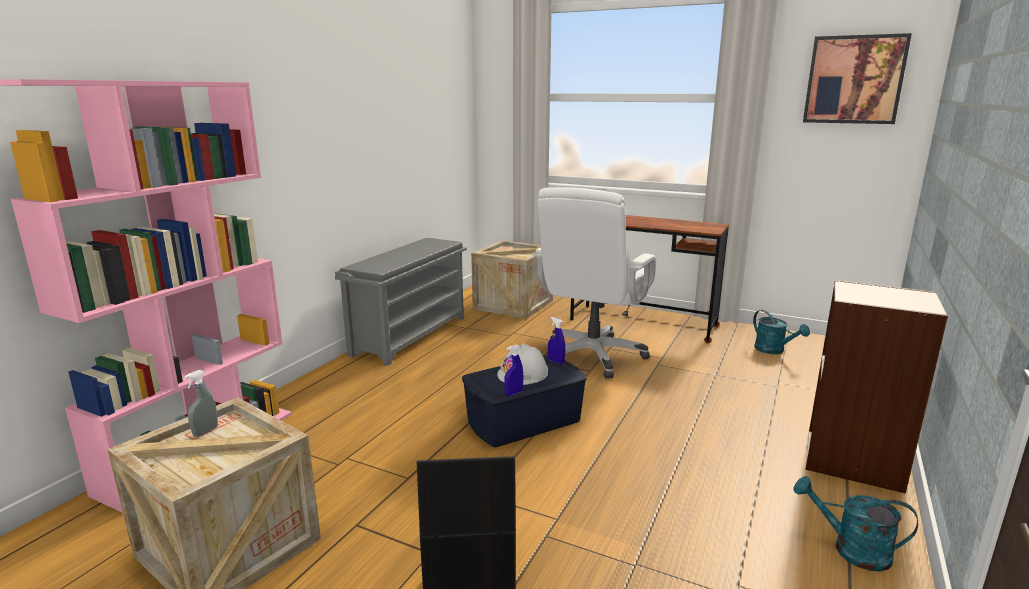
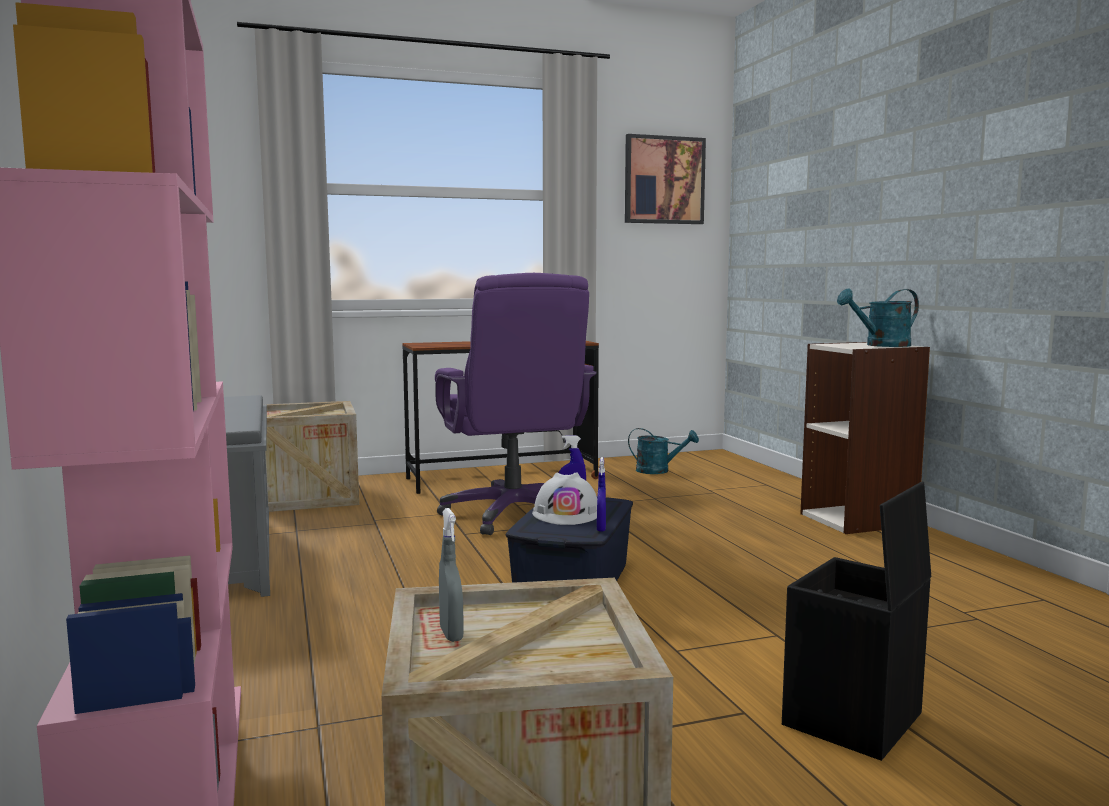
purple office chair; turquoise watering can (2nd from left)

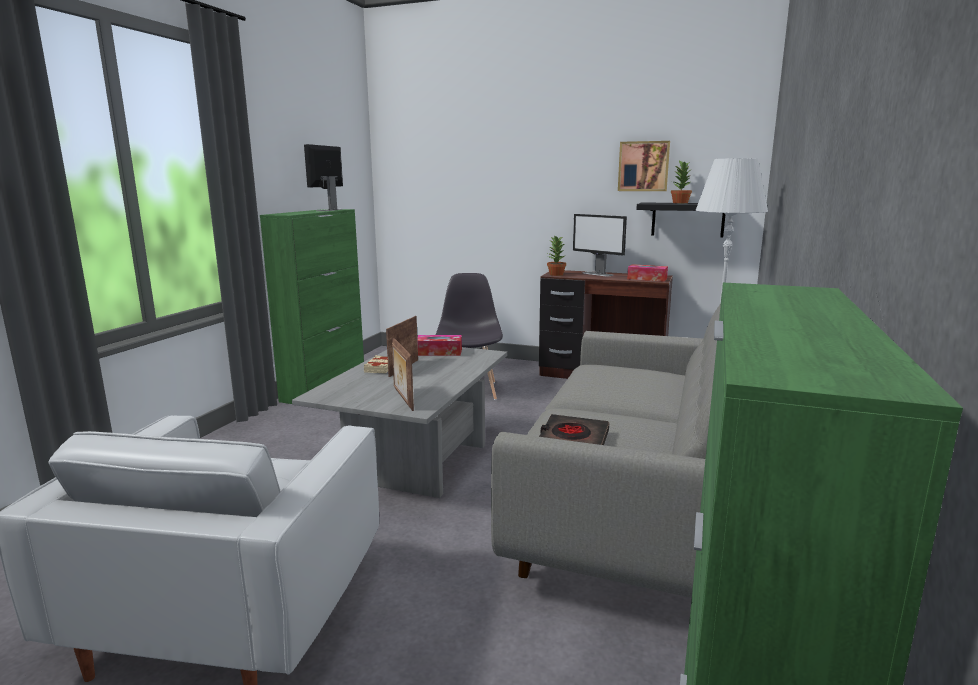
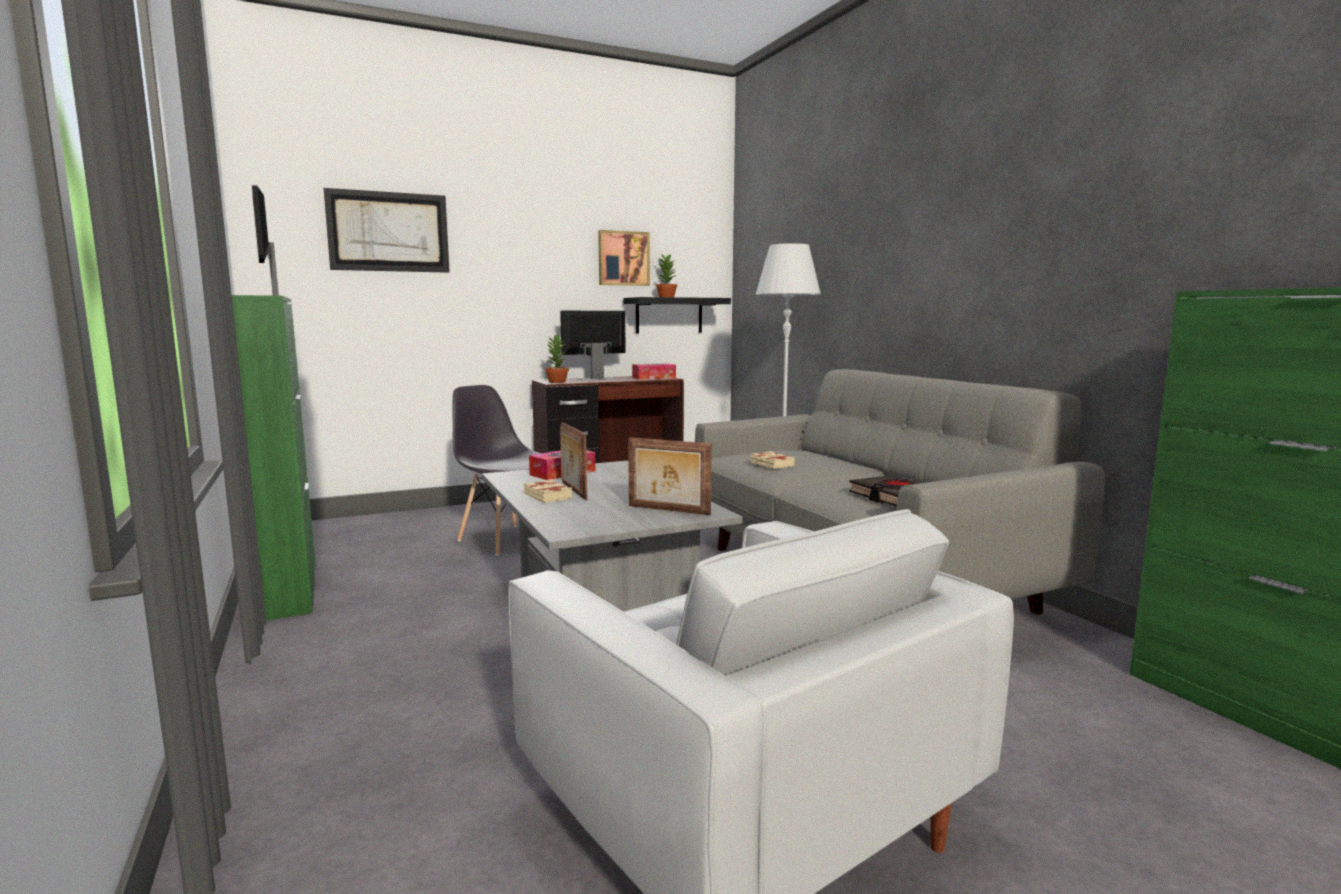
monitor (2nd from left); picture (1st from left); beige book (2nd from left)

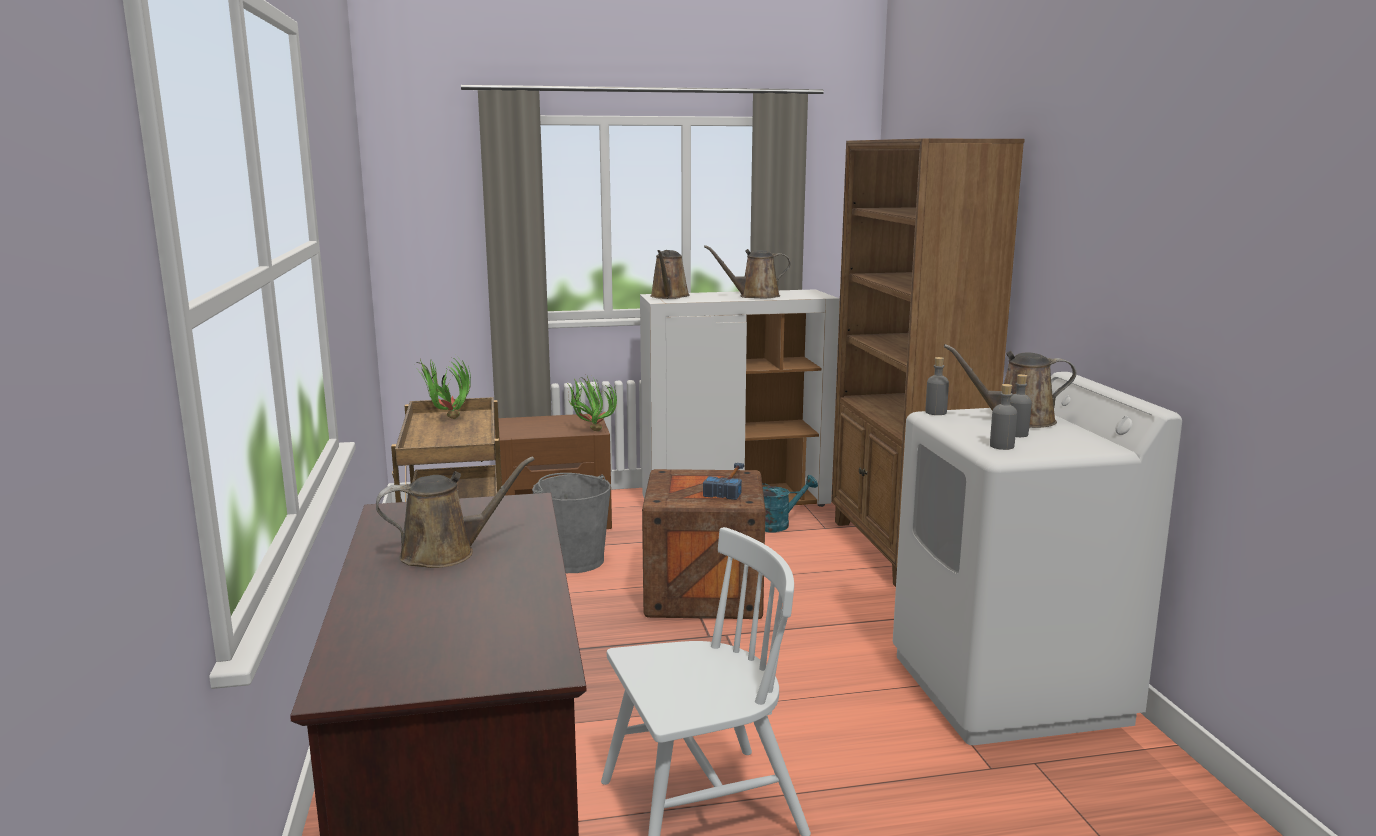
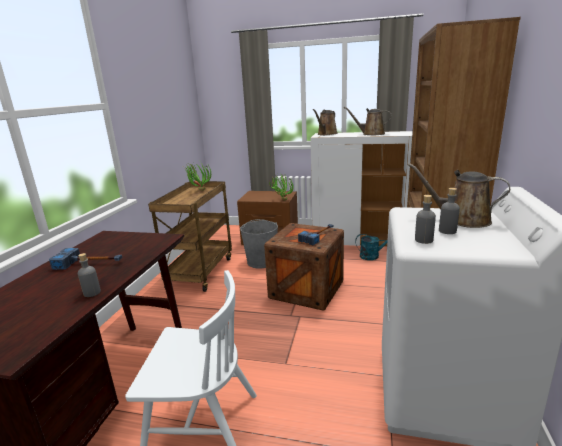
hammer (1st from left); grey bottle (1st from left)

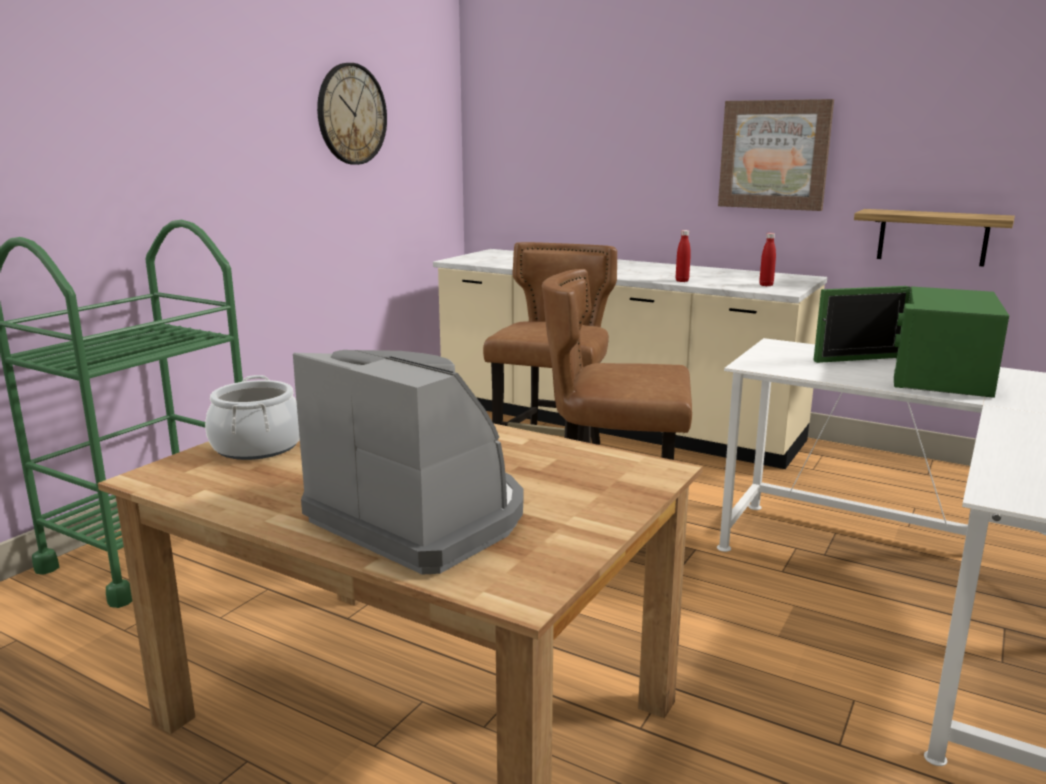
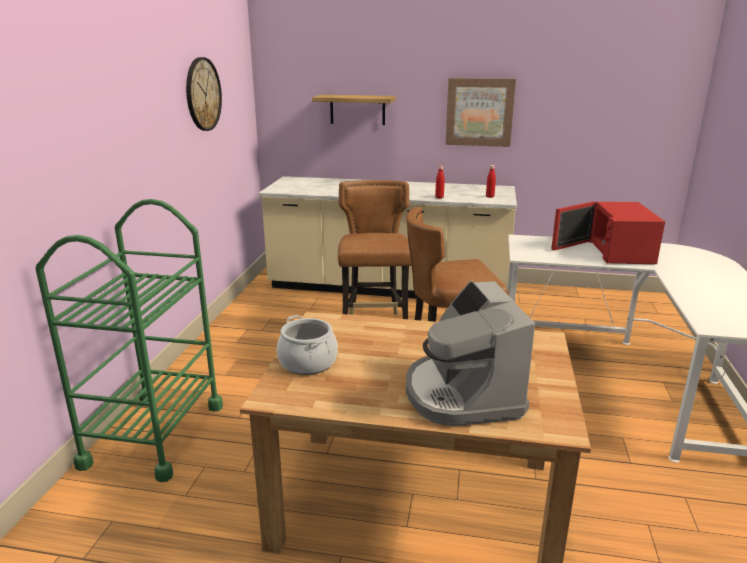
coffee machine; red microwave; shelf

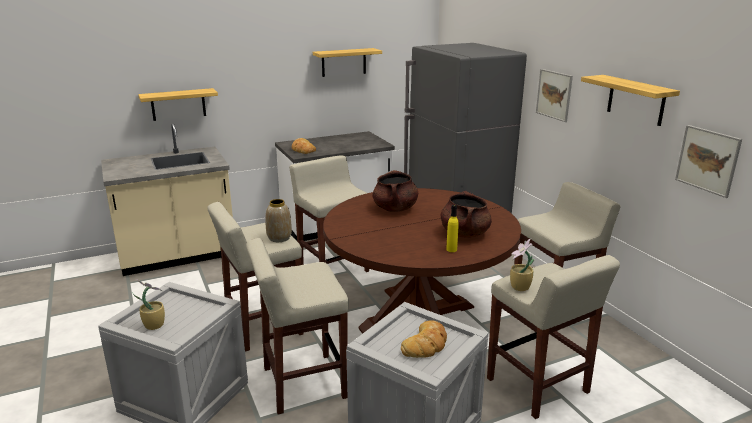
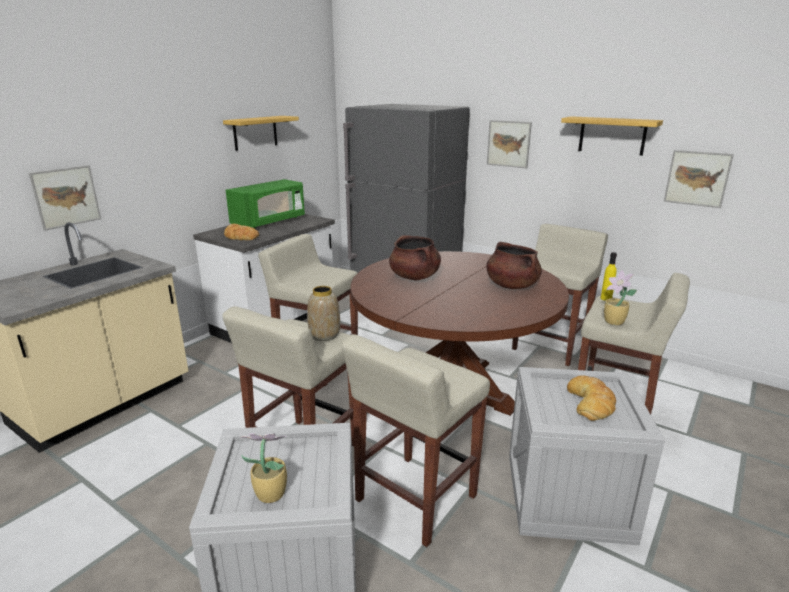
picture (1st from left); yellow bottle; green microwave

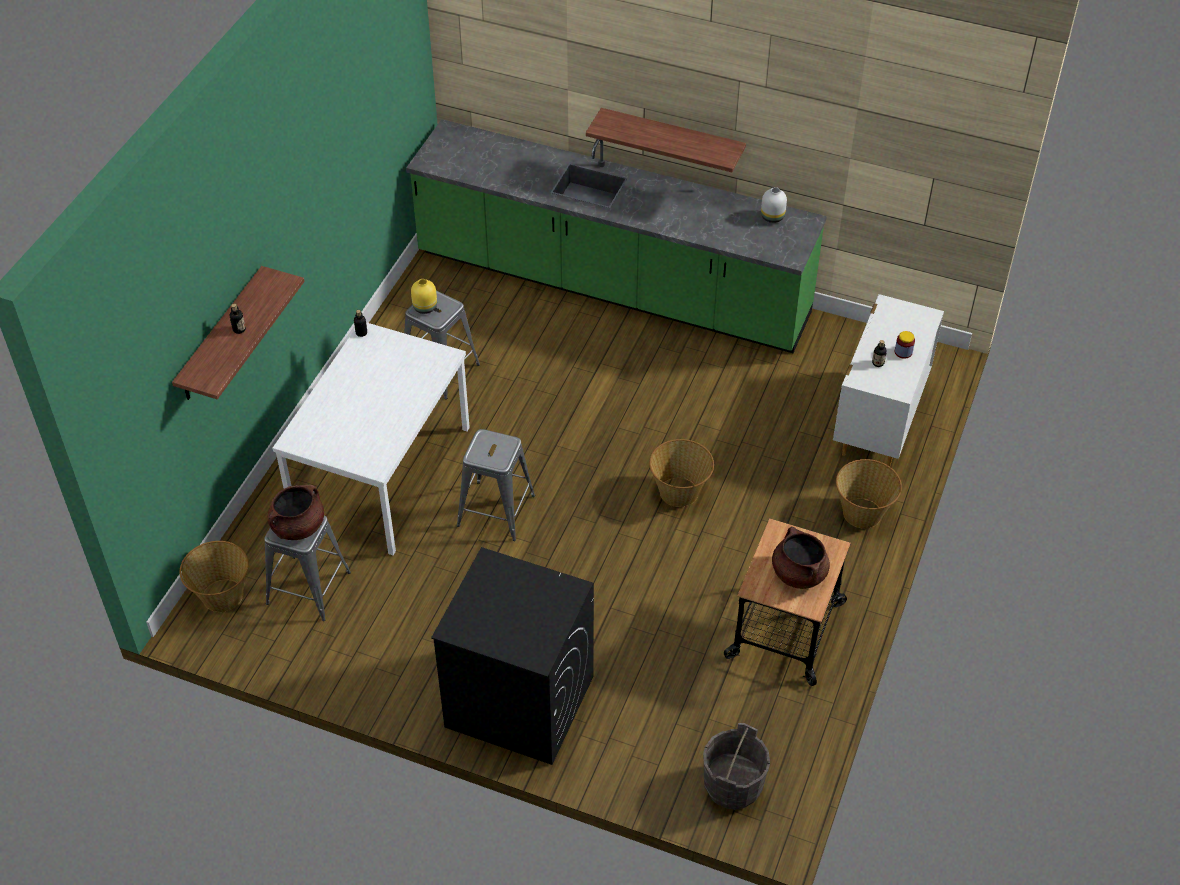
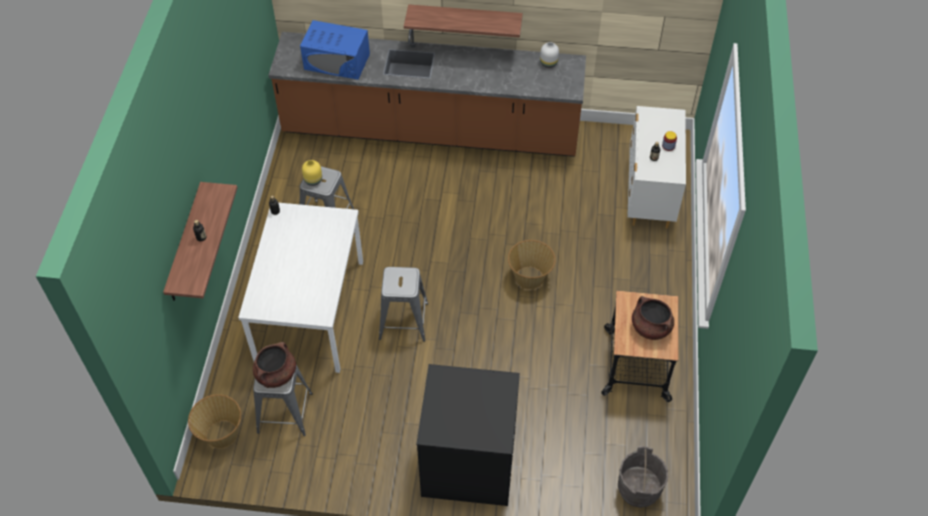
brown counter; basket (3rd from left in the first image); blue microwave

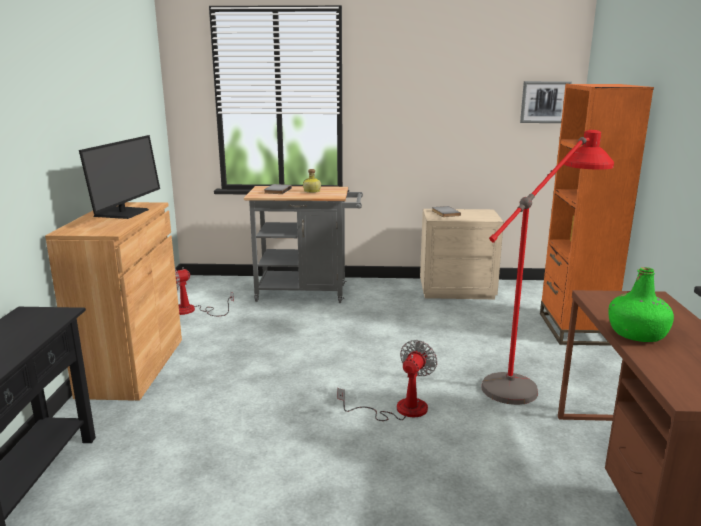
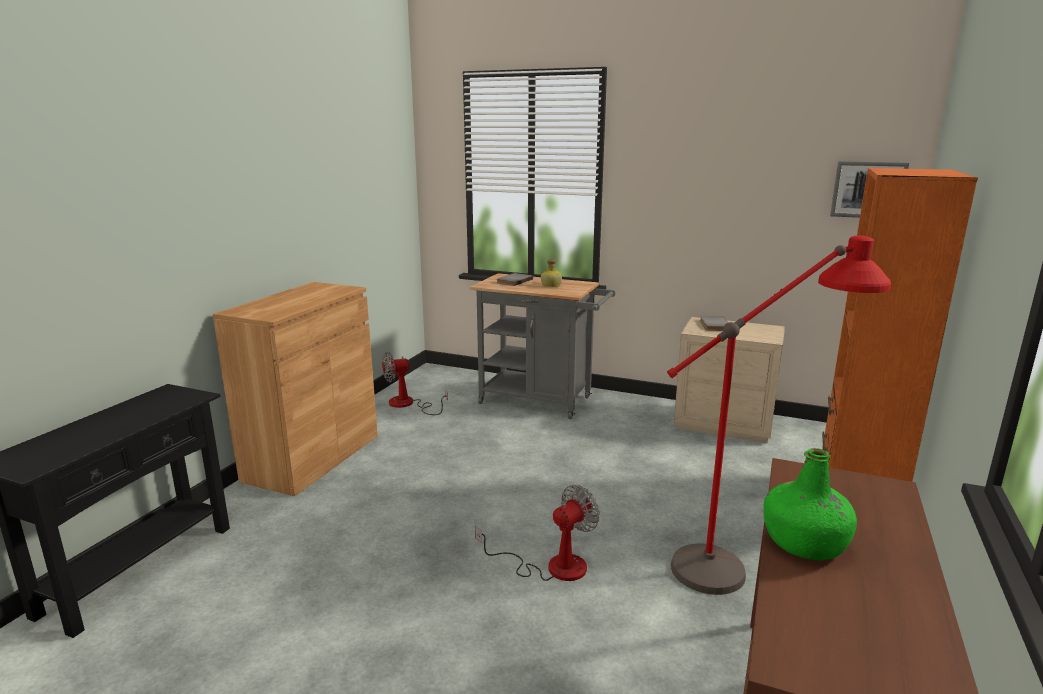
monitor

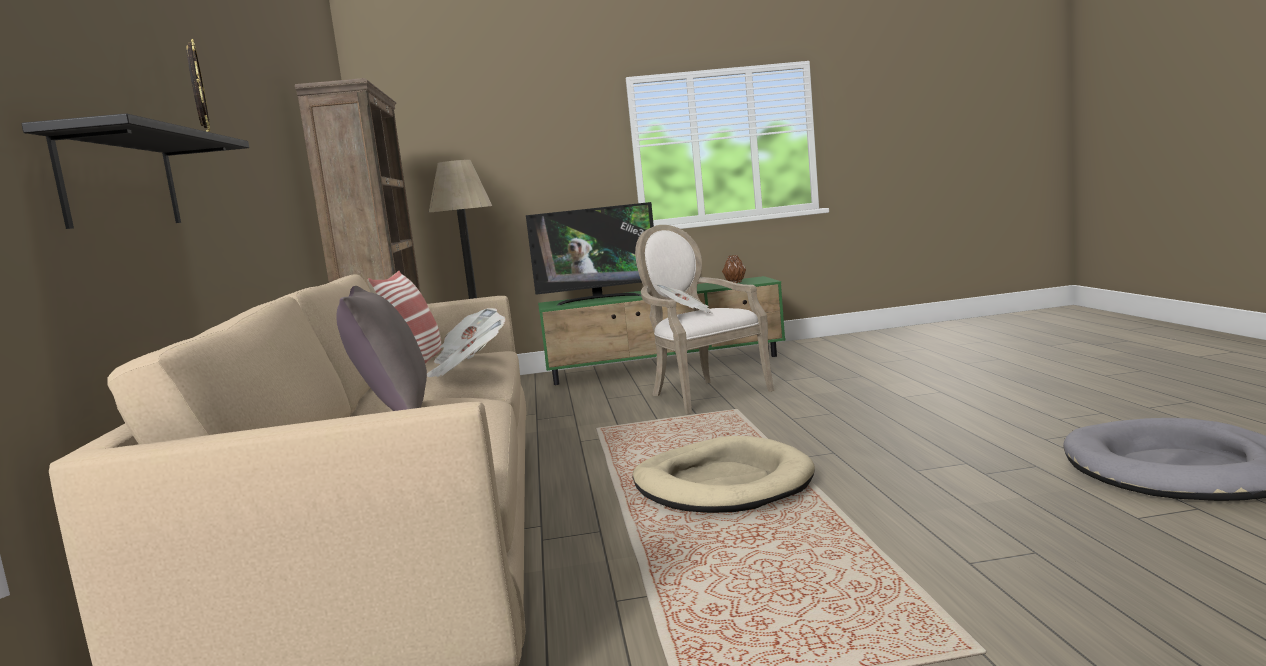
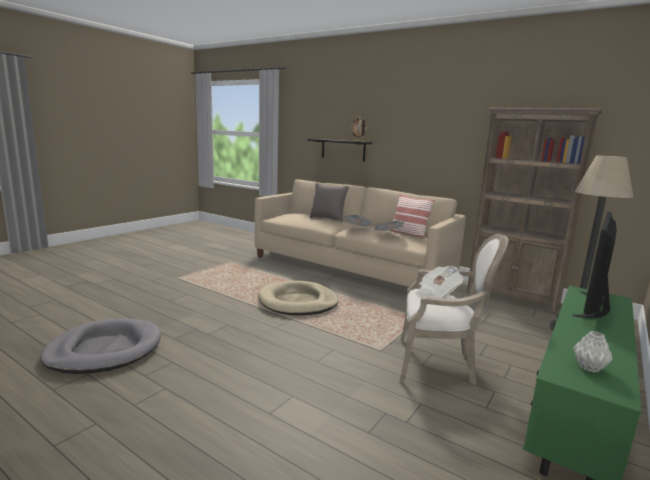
grey vase

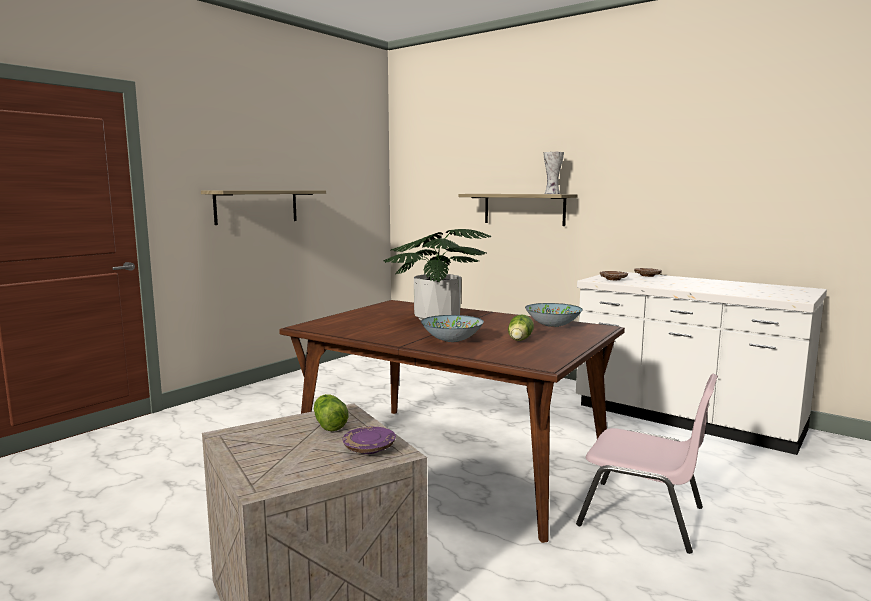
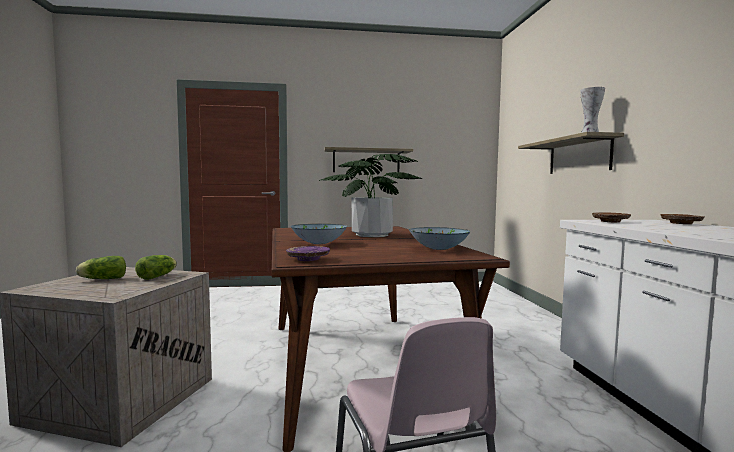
purple plate; lettuce (1st from left)

